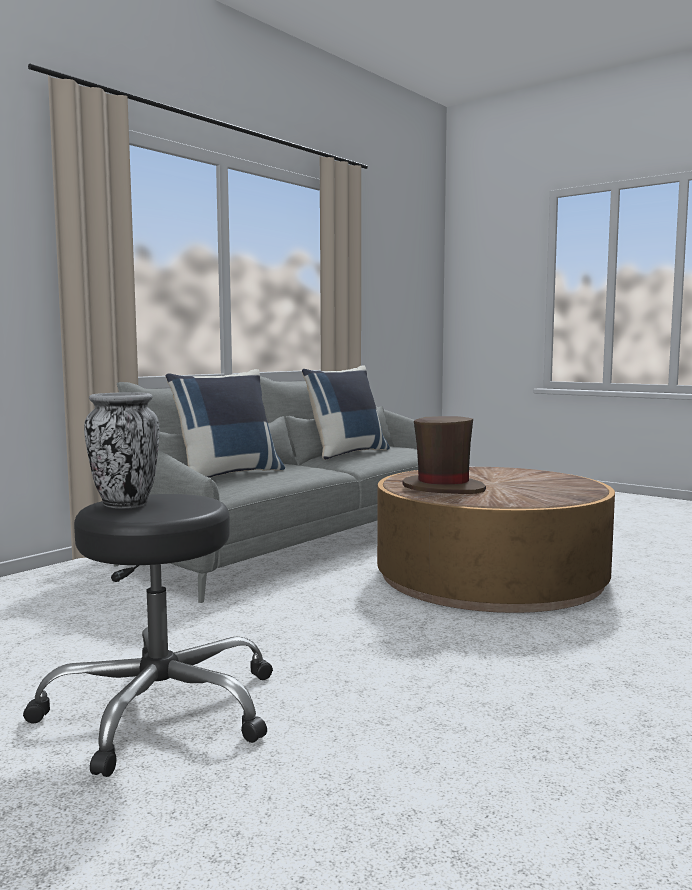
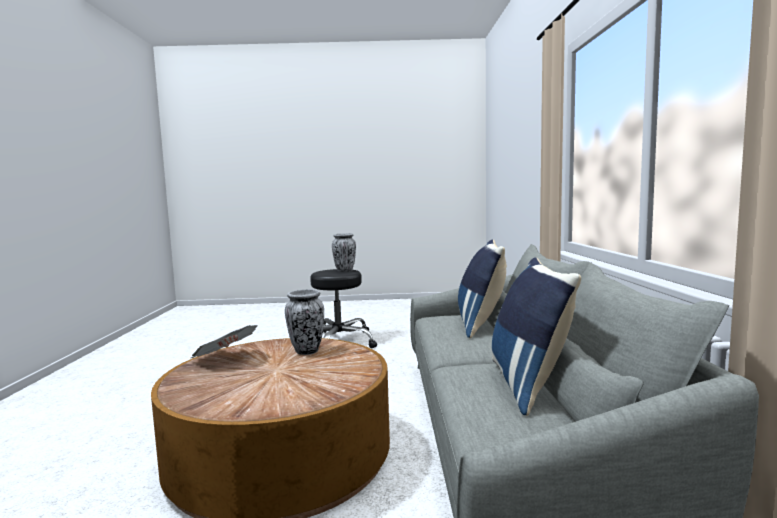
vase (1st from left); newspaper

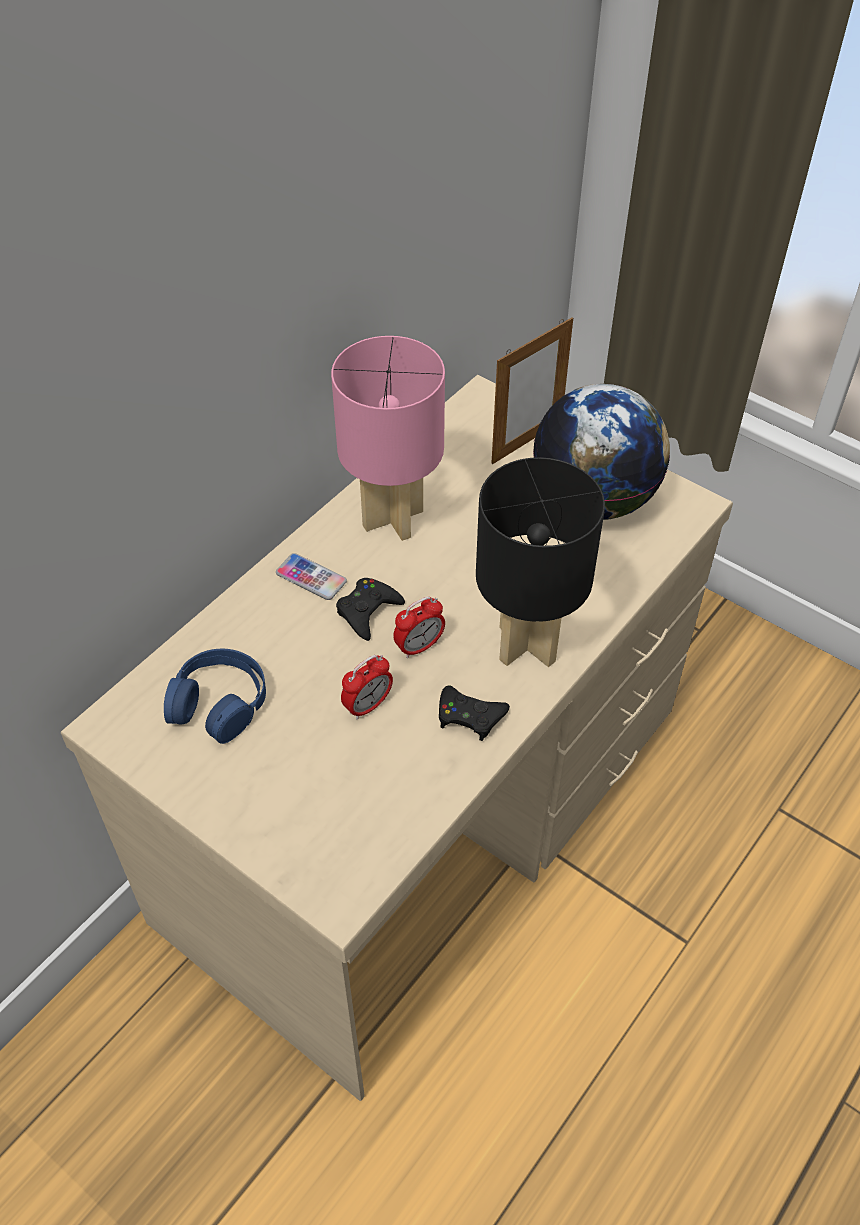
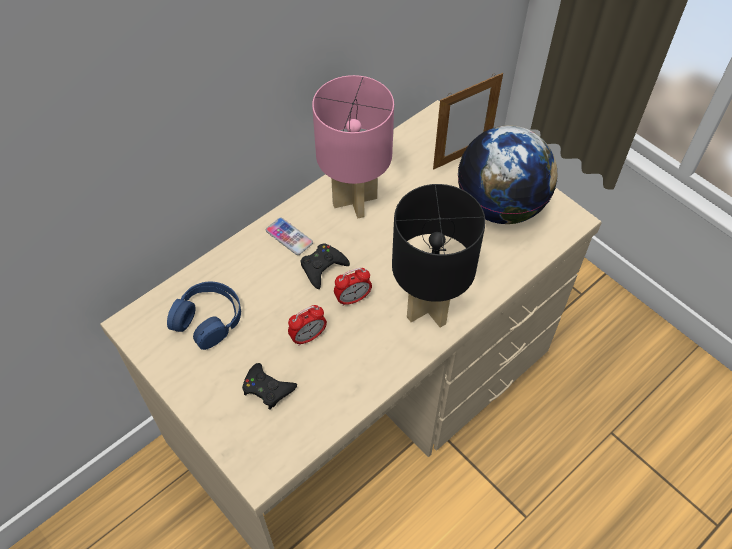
black game controller (1st from left)

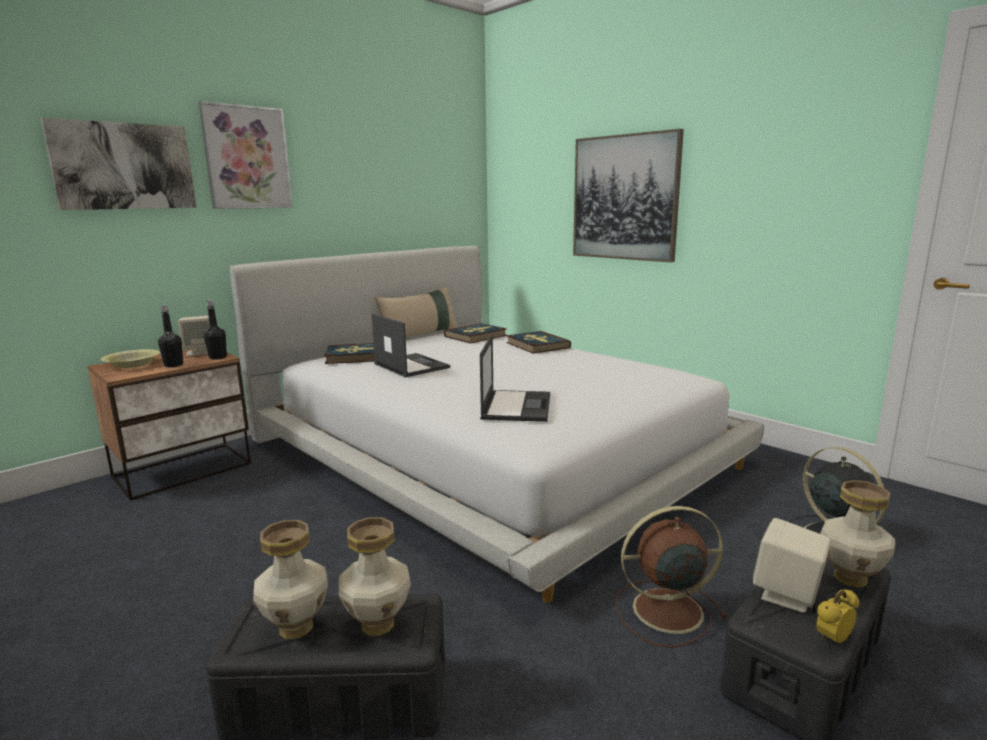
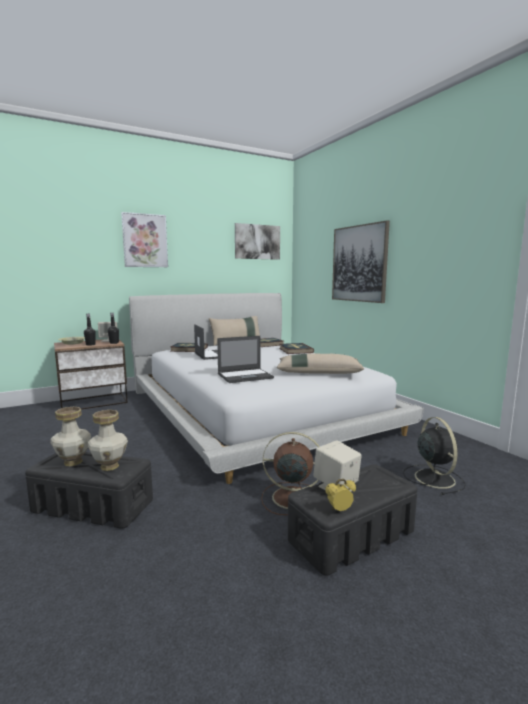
picture (2nd from left); laptop (2nd from left); vase (3rd from left in the first image); beige pillow (2nd from left)

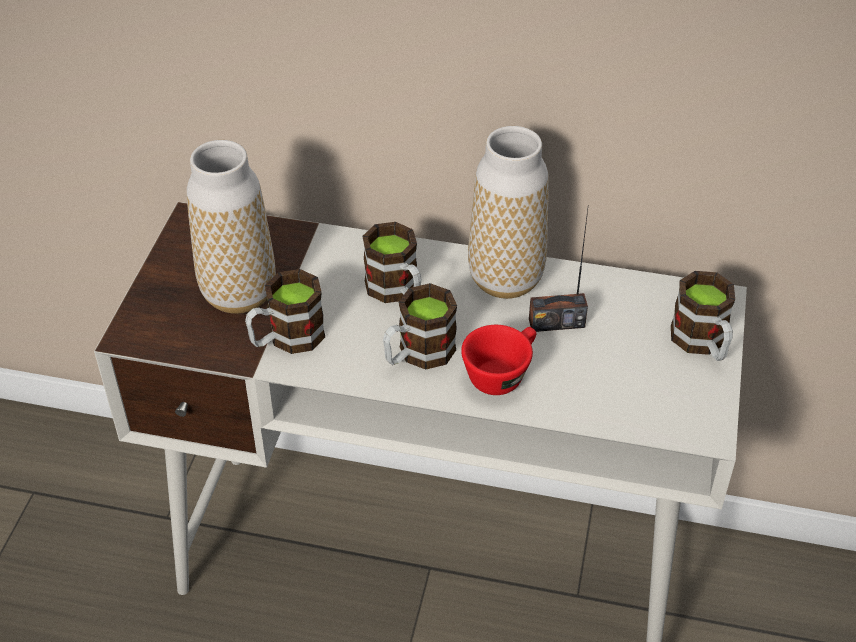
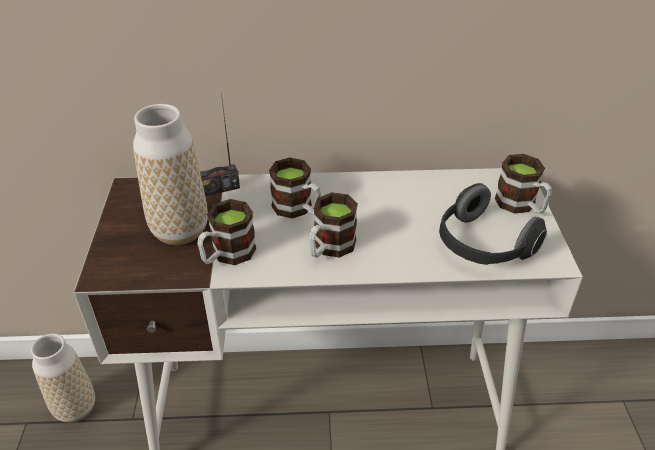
red cup; vase (1st from left); radio; headphones

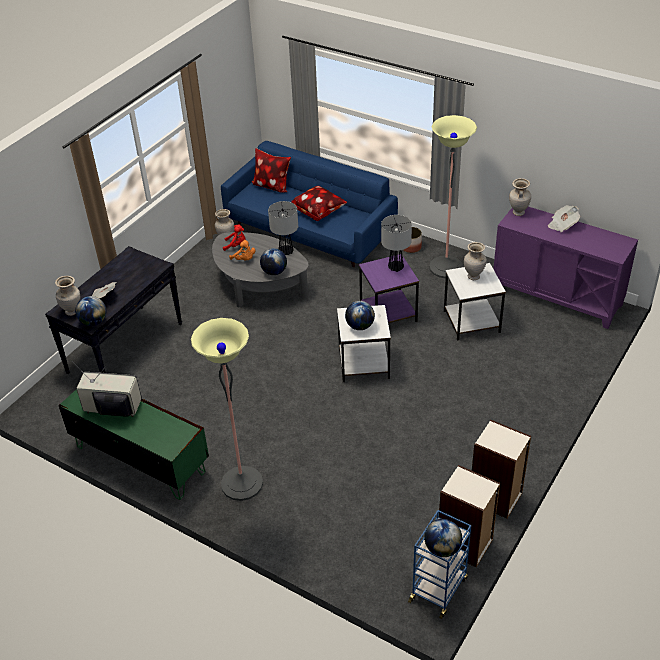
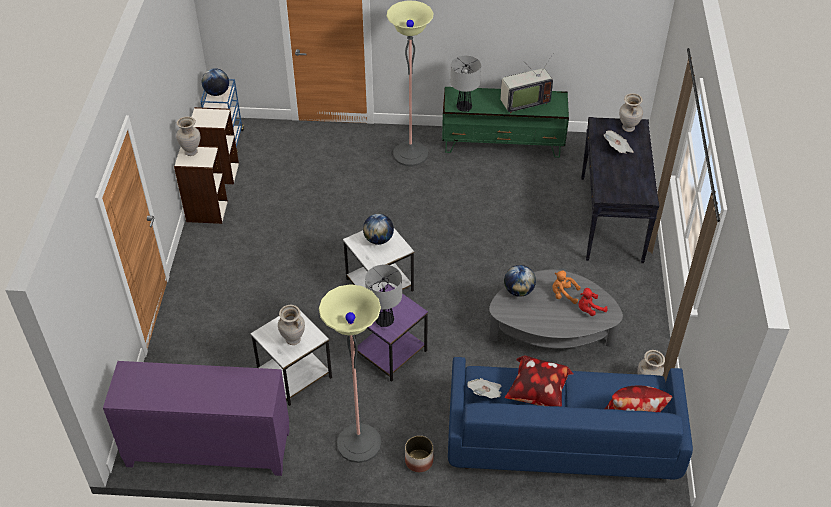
globe (1st from left in the first image); table lamp (2nd from left); beige vase (1st from left); newspaper (1st from left)

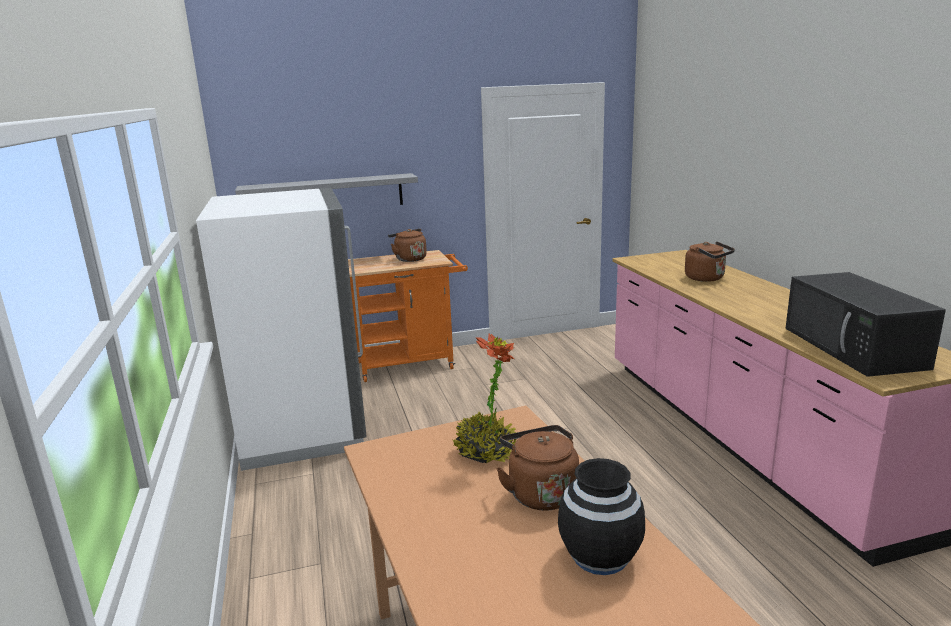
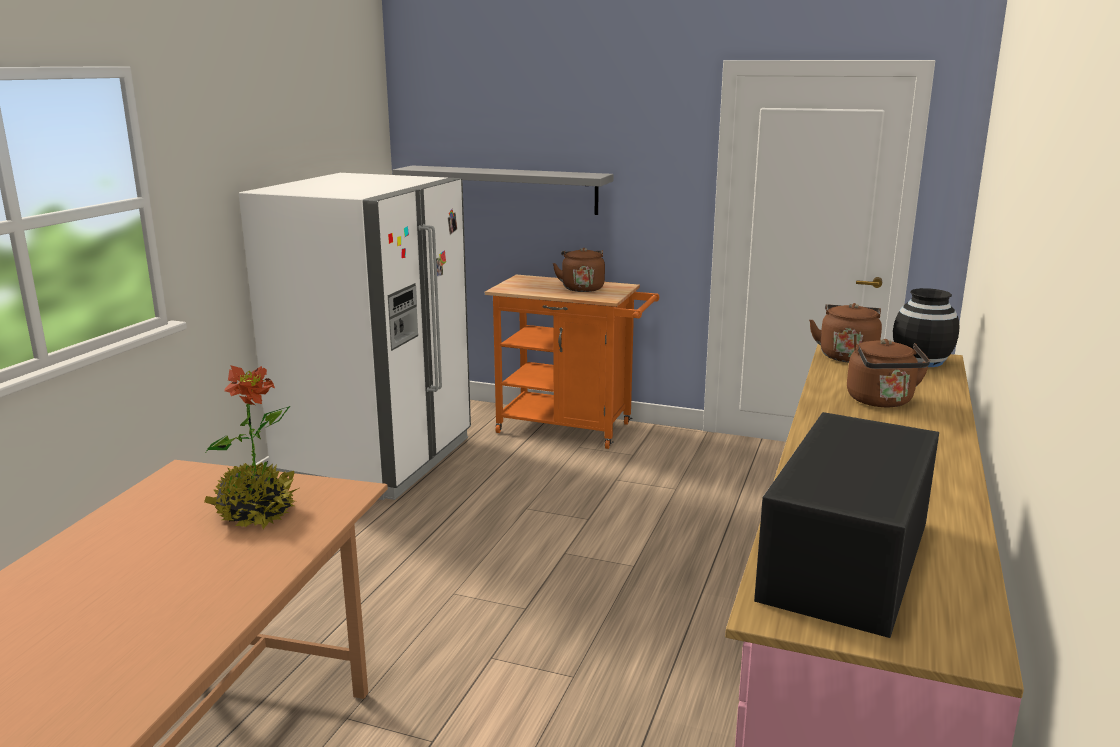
brown kettle (2nd from left); black vase

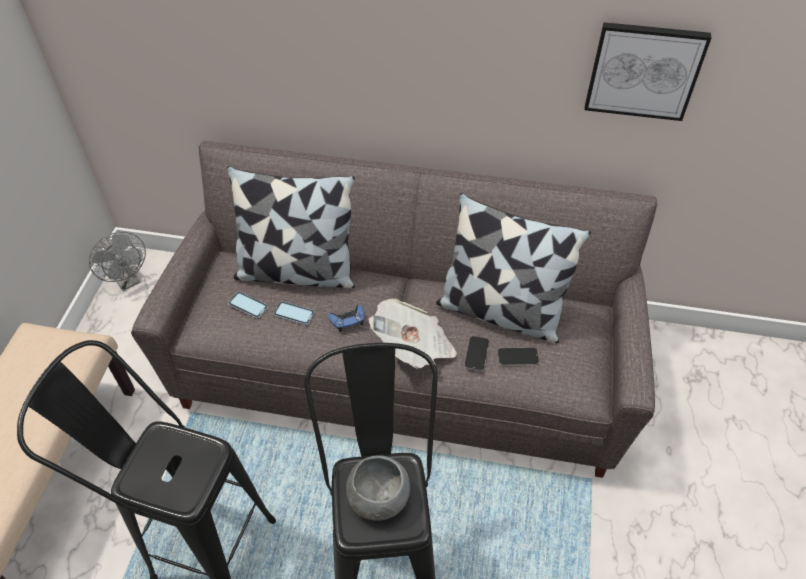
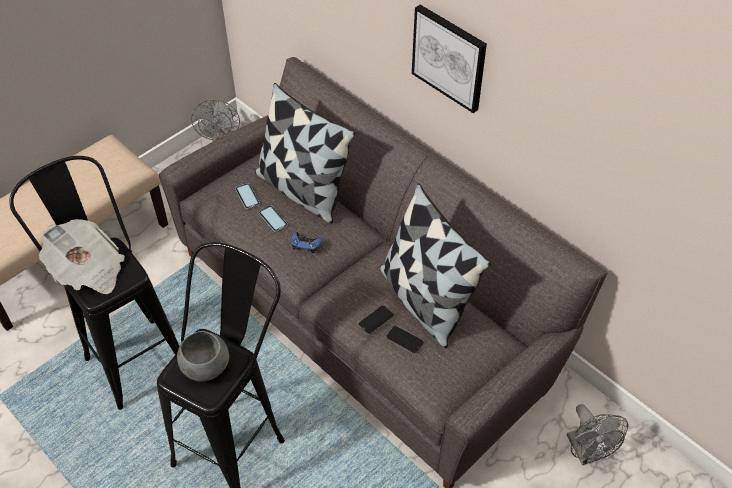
newspaper; picture; grey fan (2nd from left)

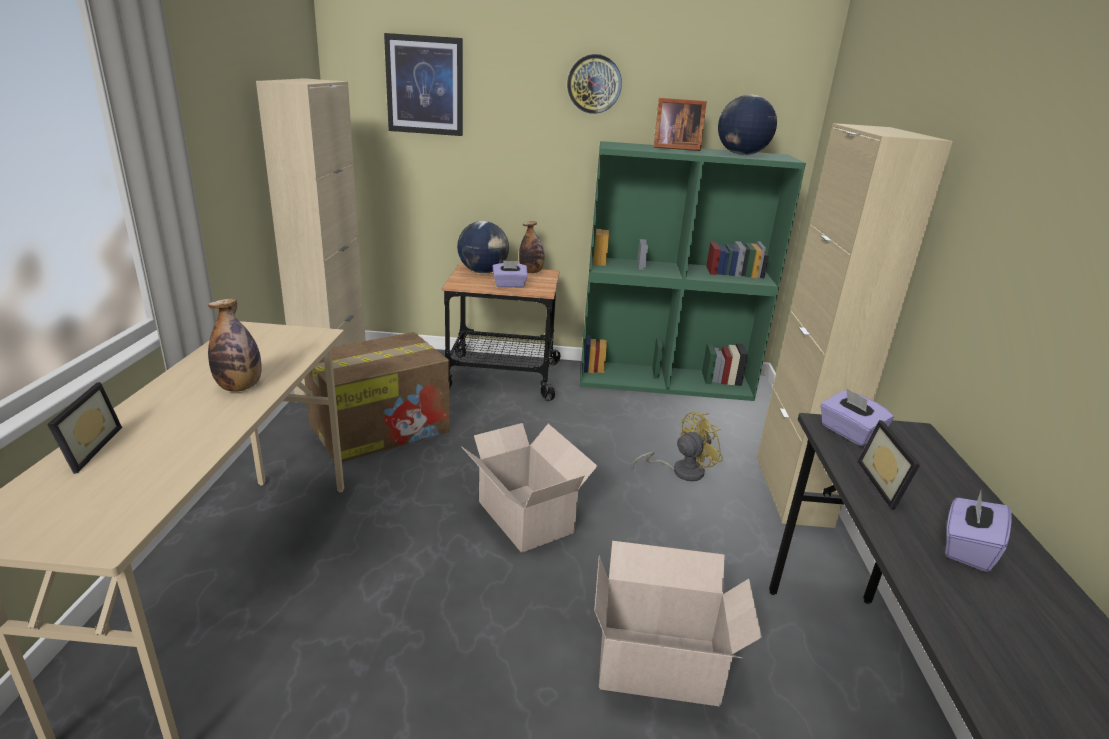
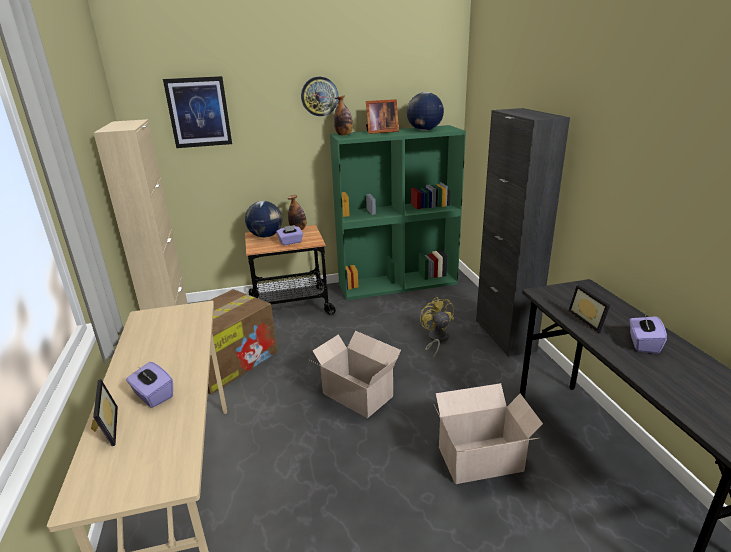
bottle (2nd from left); yellow fan; black cabinet; purple tissue box (1st from left)

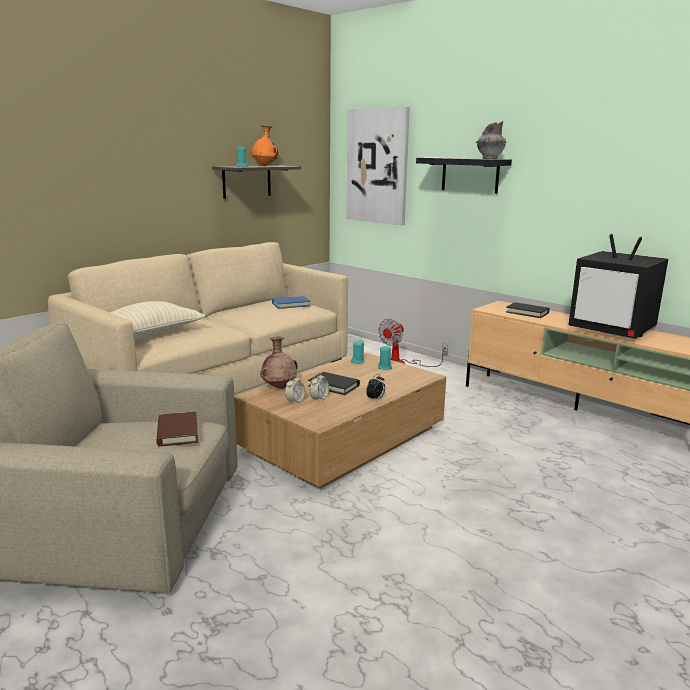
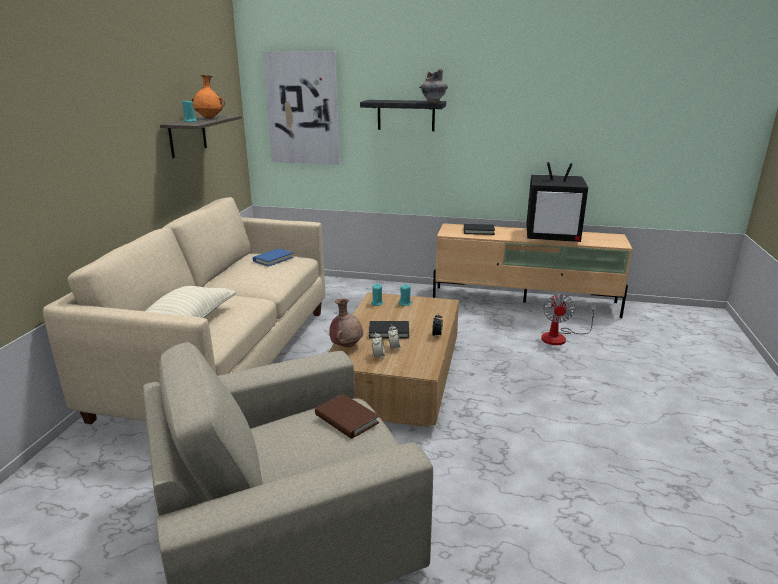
fan

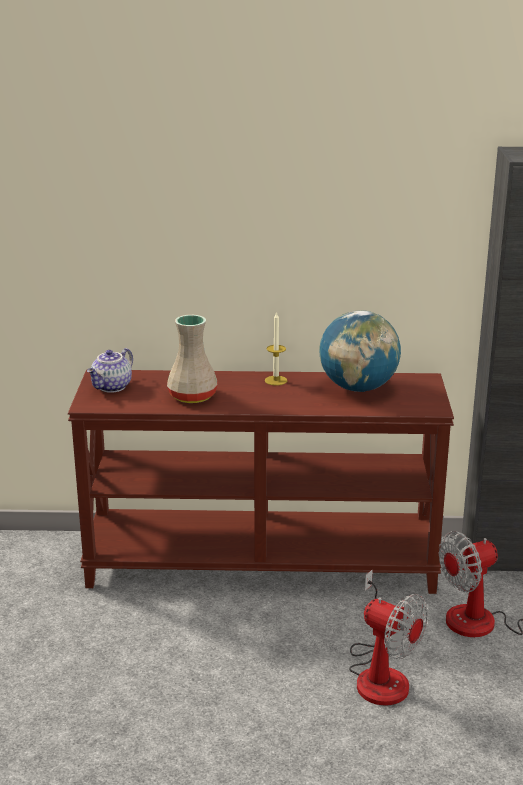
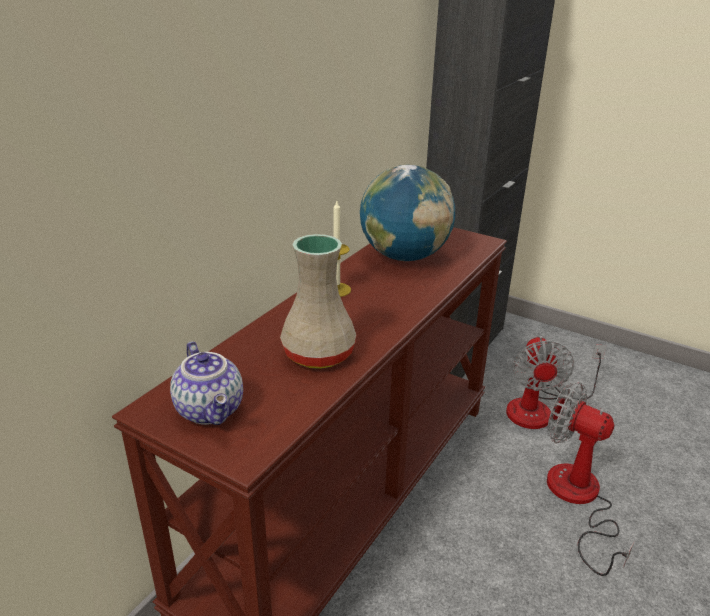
fan (2nd from left)

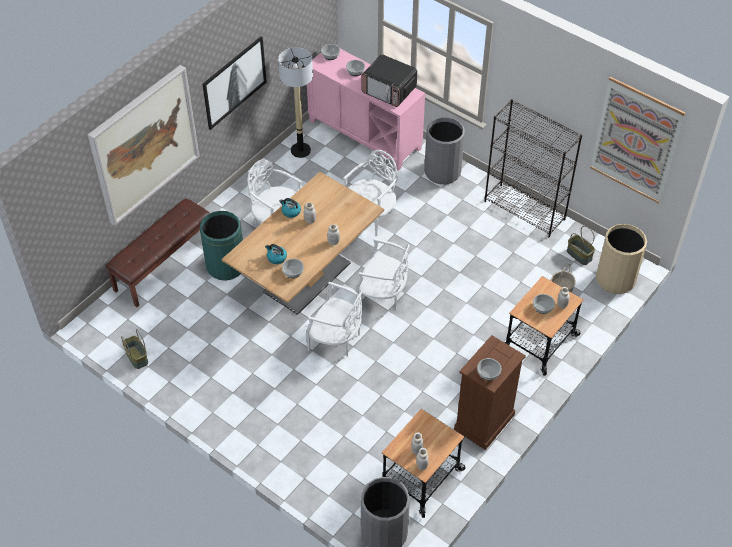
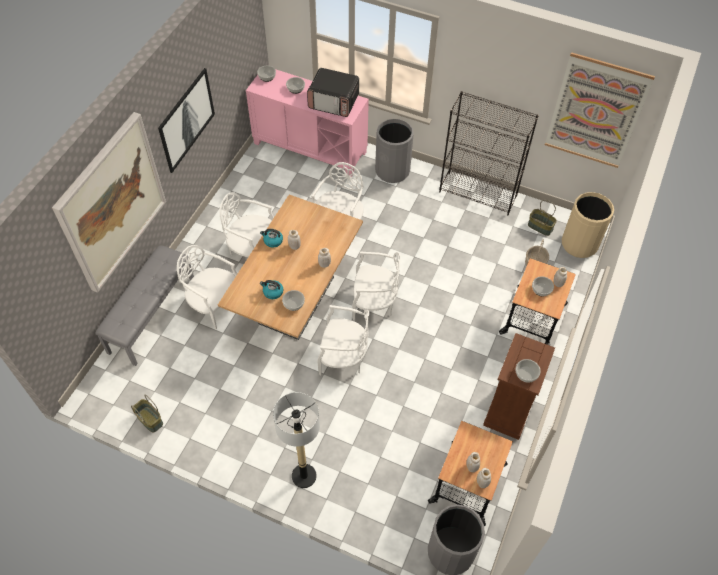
grey bench; white chair (1st from left); floor lamp

